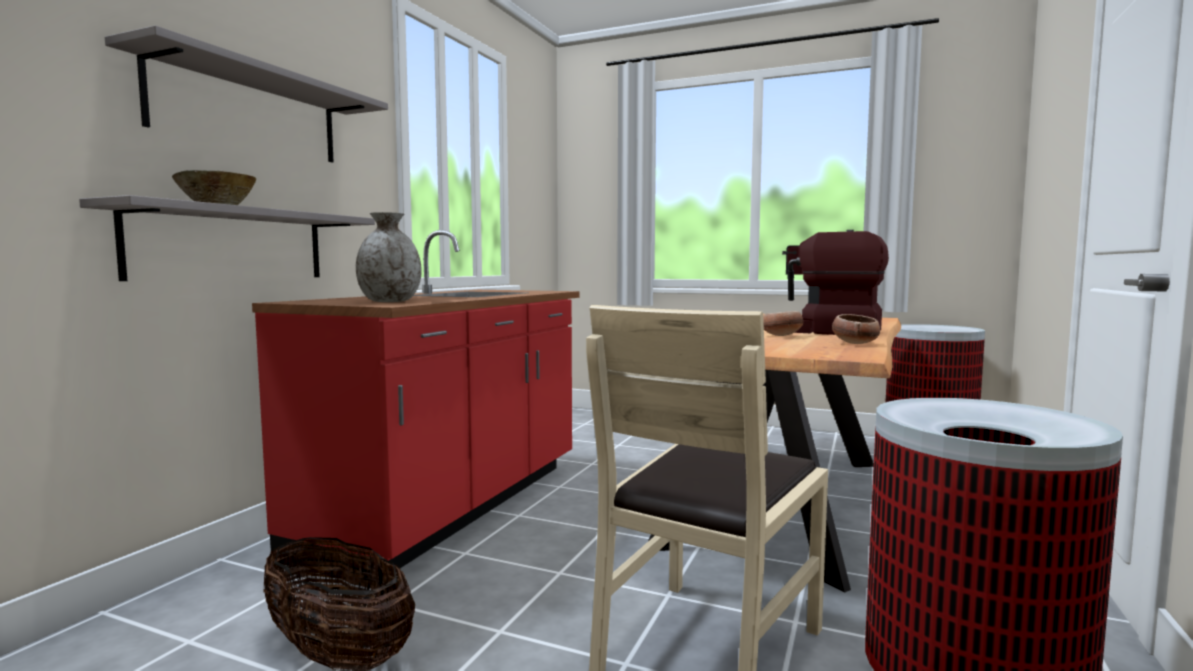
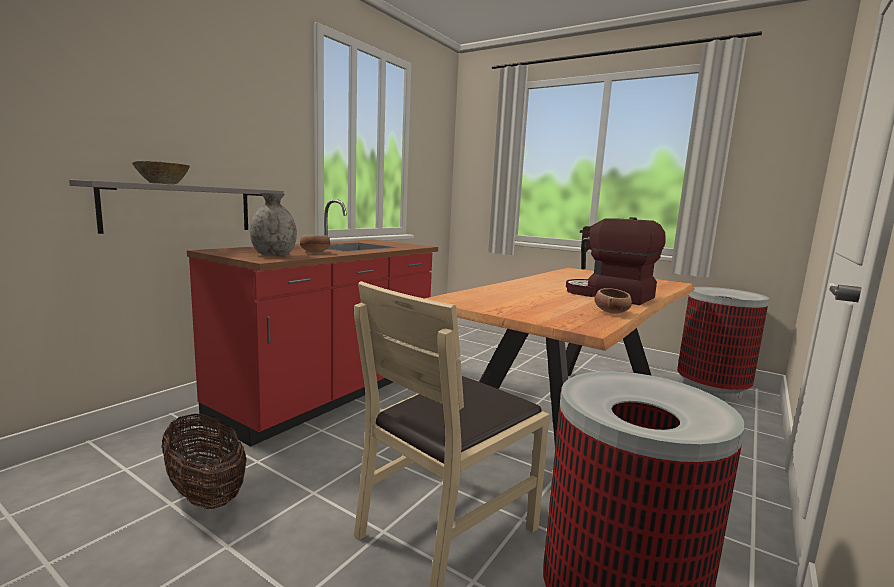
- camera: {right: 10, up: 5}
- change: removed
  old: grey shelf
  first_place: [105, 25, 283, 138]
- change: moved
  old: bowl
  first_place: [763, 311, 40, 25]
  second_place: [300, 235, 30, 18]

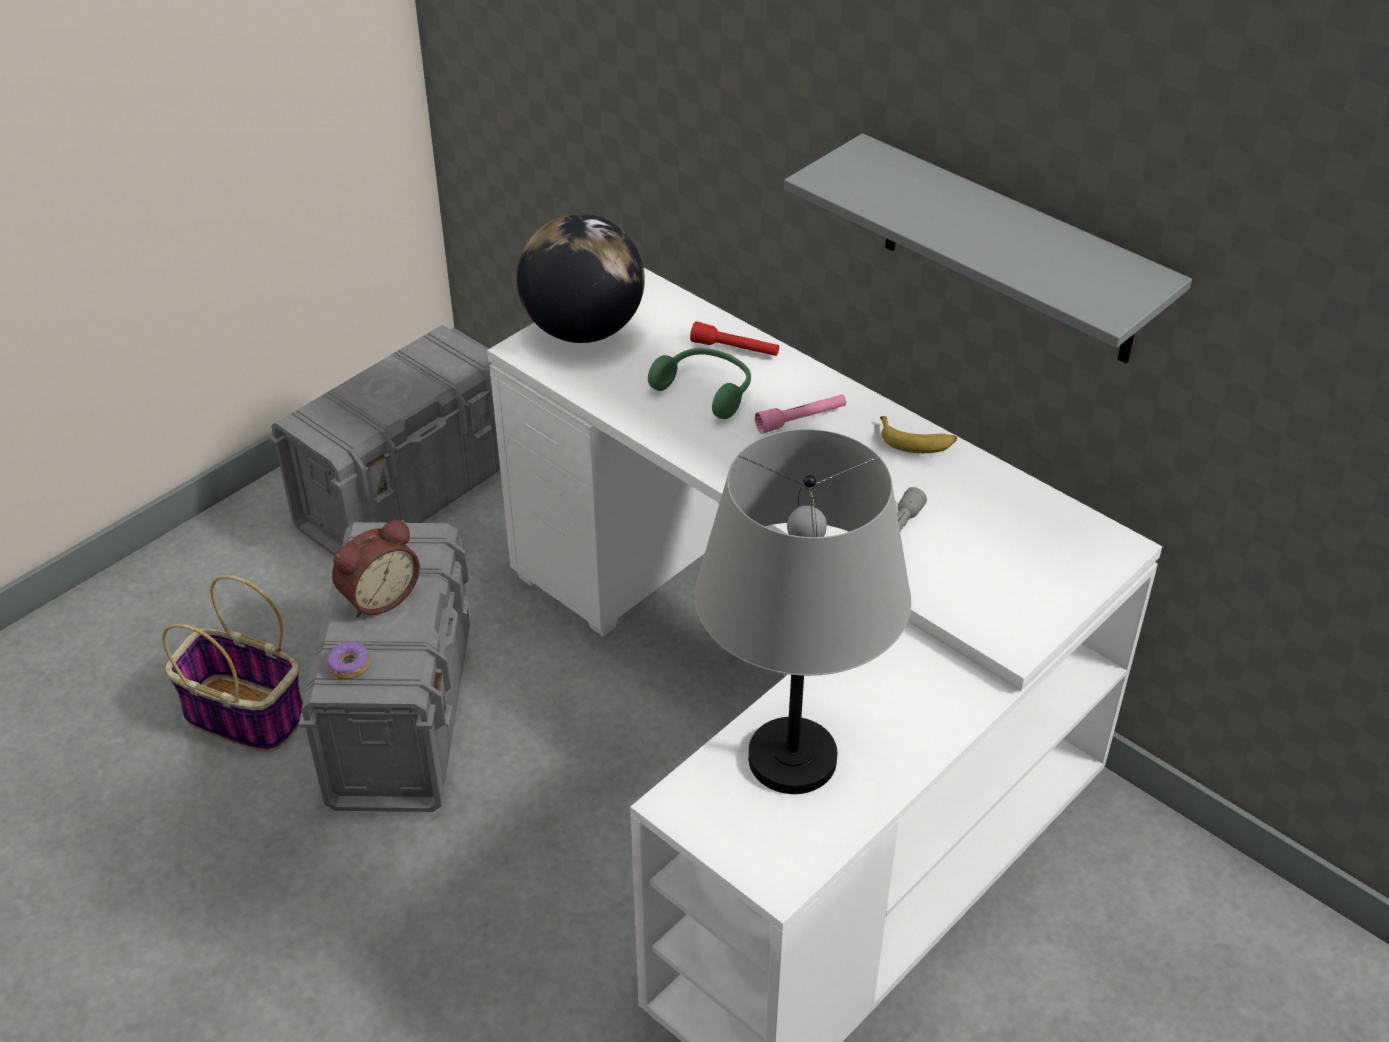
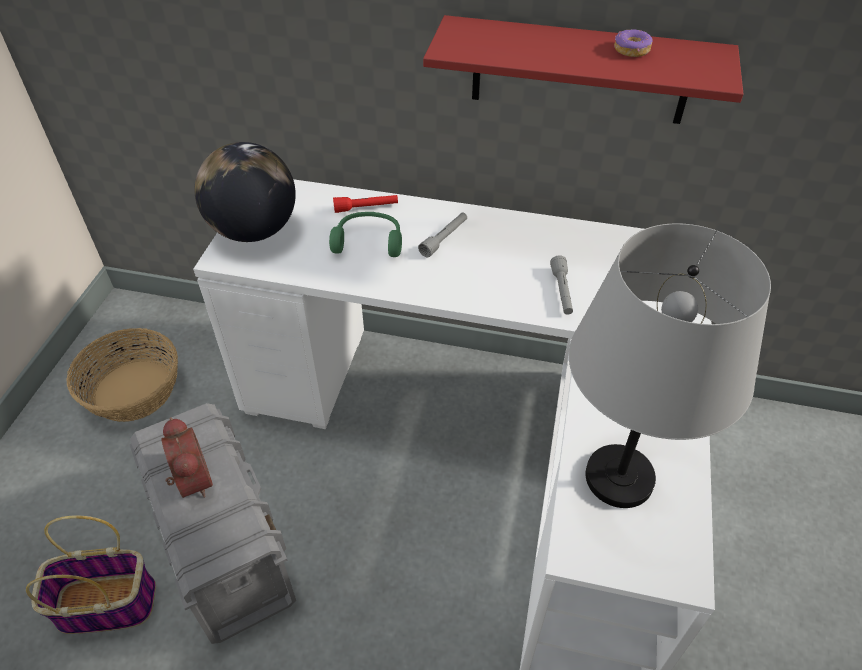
- camera: {right: -30, up: 5}
- change: removed
  old: banana
  first_place: [880, 416, 77, 37]
- change: moved
  old: donut
  first_place: [327, 641, 43, 38]
  second_place: [614, 29, 39, 28]
- change: replaced
  old: grey storage box
  new: basket
  first_place: [268, 325, 232, 230]
  second_place: [66, 328, 112, 94]
- change: recoloured
  old: pink flashlight
  new: grey flashlight
  first_place: [755, 394, 91, 40]
  second_place: [418, 213, 49, 44]
- change: recoloured
  old: grey shelf
  new: red shelf
  first_place: [784, 133, 408, 230]
  second_place: [423, 15, 320, 109]
- change: turned
  old: alarm clock
  first_place: [332, 520, 88, 98]
  second_place: [161, 417, 52, 81]
  degrees: -45

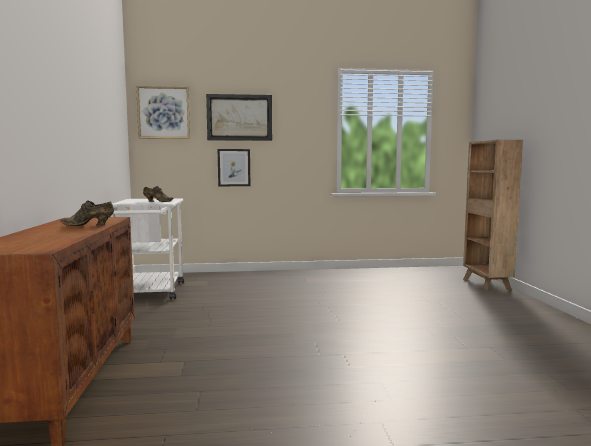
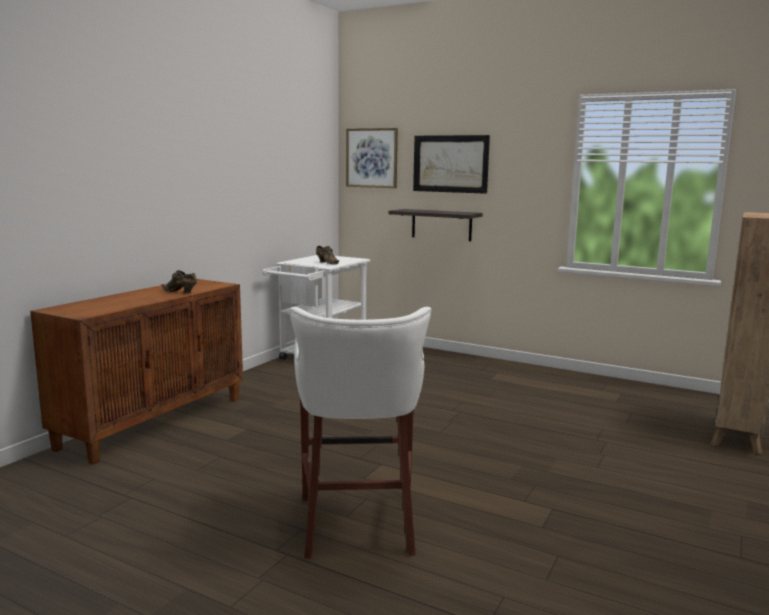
- camera: {right: 35, up: 5}
- change: added
  new: white stool
  second_place: [289, 307, 143, 252]
- change: replaced
  old: picture
  new: shelf
  first_place: [218, 149, 32, 37]
  second_place: [389, 209, 94, 32]

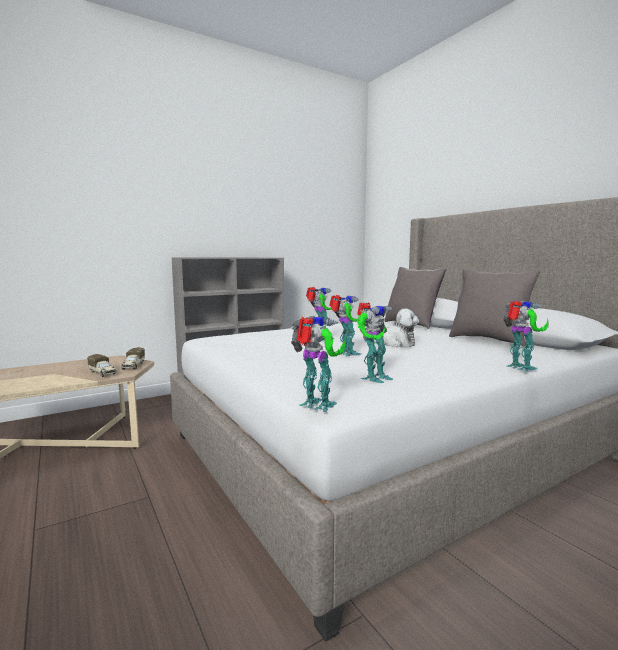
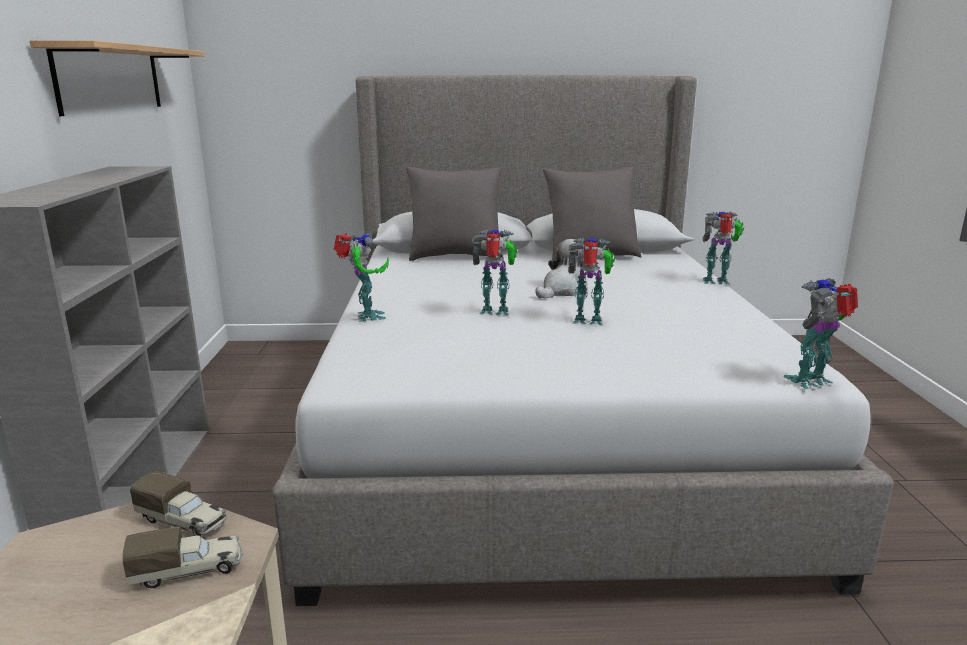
- camera: {right: -60, up: 10}
- change: added
  new: shelf
  second_place: [30, 40, 175, 76]
- change: moved
  old: toy robot
  first_place: [357, 302, 36, 81]
  second_place: [334, 233, 55, 89]

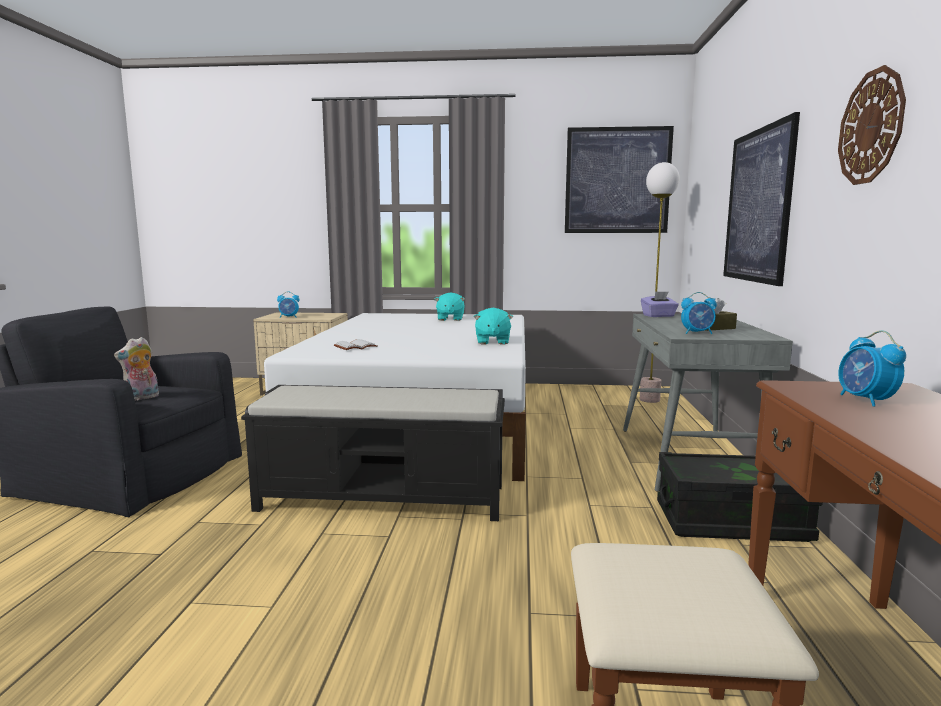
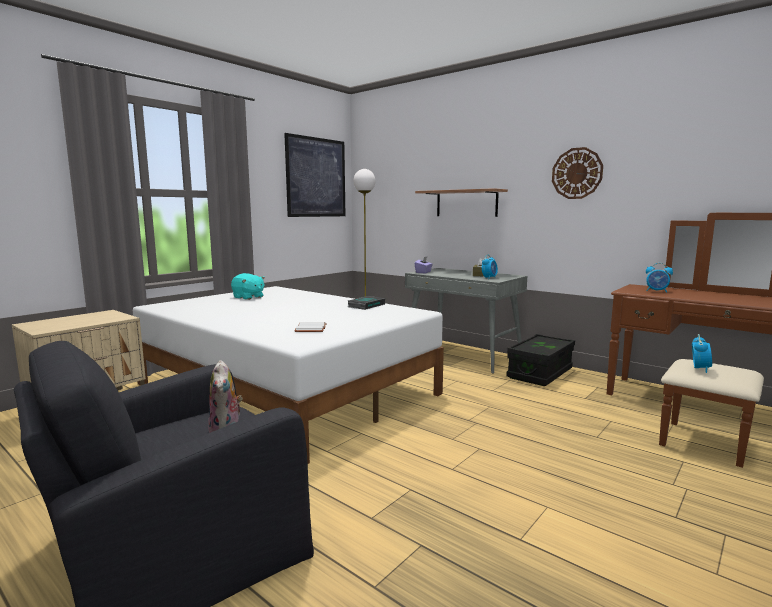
- camera: {right: -55, up: 0}
- change: removed
  old: black bench
  first_place: [241, 385, 264, 136]
- change: moved
  old: alarm clock
  first_place: [277, 292, 22, 26]
  second_place: [692, 334, 20, 39]
- change: replaced
  old: turquoise plush toy
  new: book
  first_place: [474, 308, 39, 37]
  second_place: [348, 296, 37, 14]
- change: replaced
  old: picture
  new: shelf
  first_place: [723, 112, 77, 174]
  second_place: [415, 188, 93, 29]

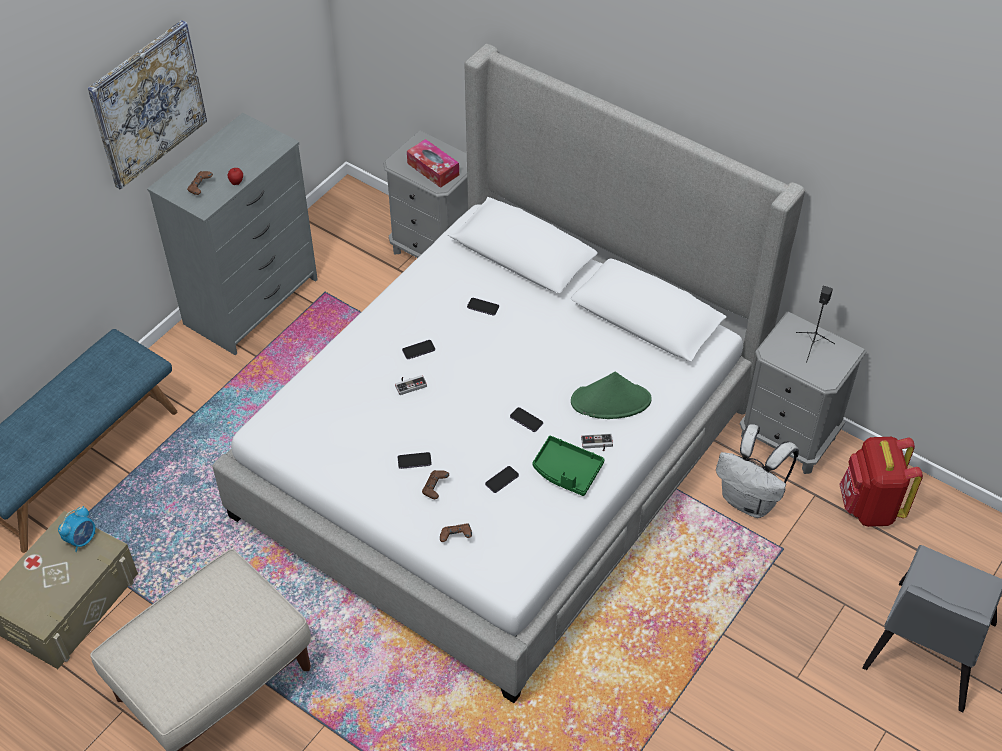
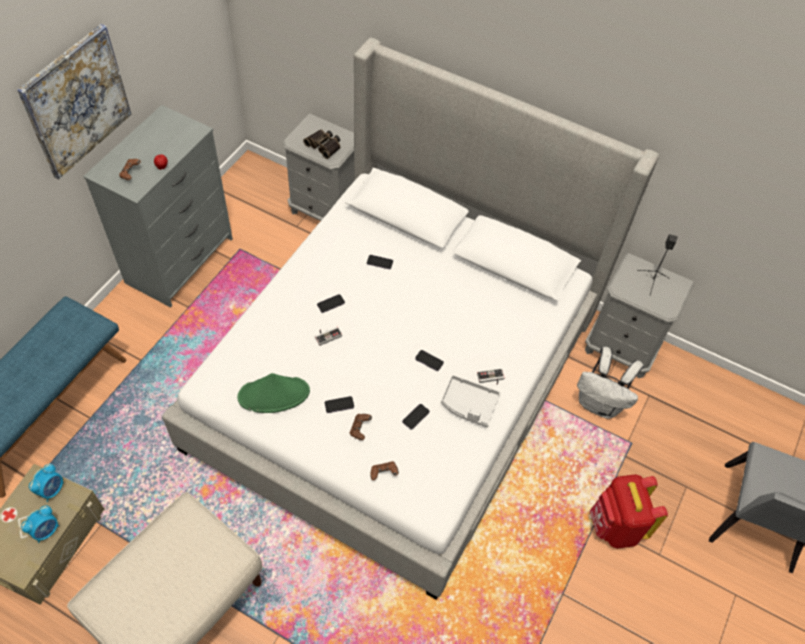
- camera: {right: -10, up: 5}
- change: added
  new: alarm clock
  second_place: [21, 505, 38, 38]
- change: moved
  old: green hat
  first_place: [571, 372, 81, 47]
  second_place: [237, 373, 73, 40]
- change: moved
  old: red backpack
  first_place: [839, 437, 84, 90]
  second_place: [590, 474, 78, 75]
- change: replaced
  old: tissue box
  new: binoculars
  first_place: [407, 139, 52, 49]
  second_place: [303, 130, 37, 29]
- change: recoloured
  old: green tray
  new: grey tray
  first_place: [533, 436, 72, 60]
  second_place: [441, 375, 60, 52]

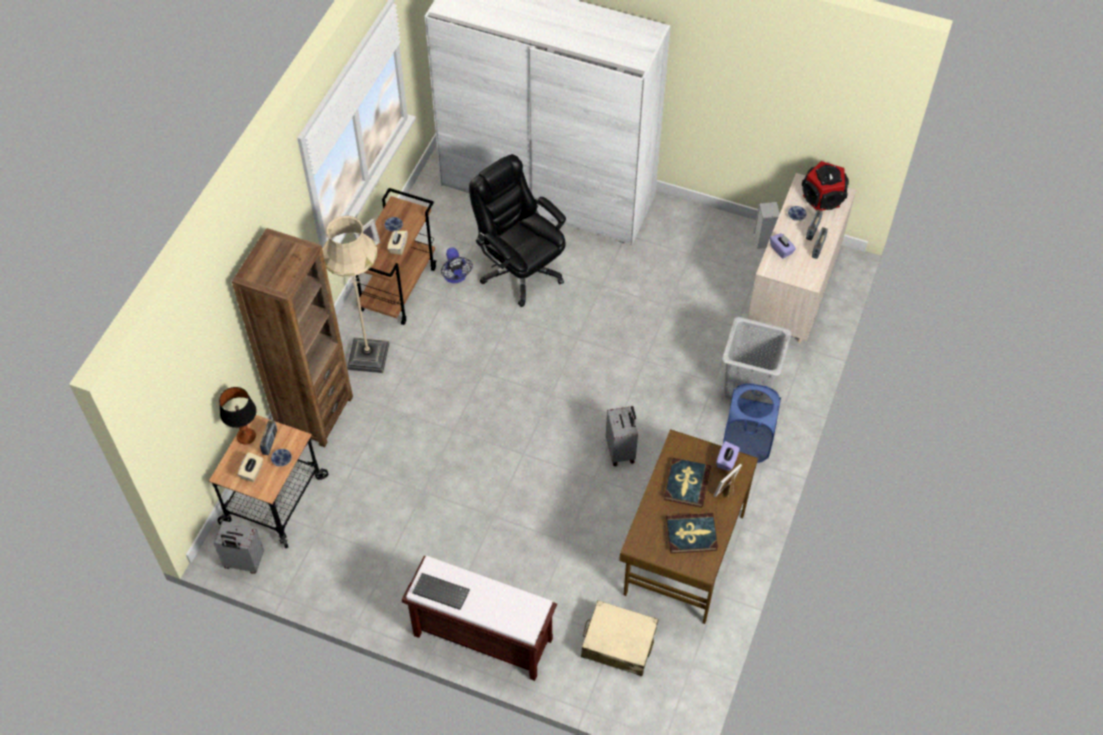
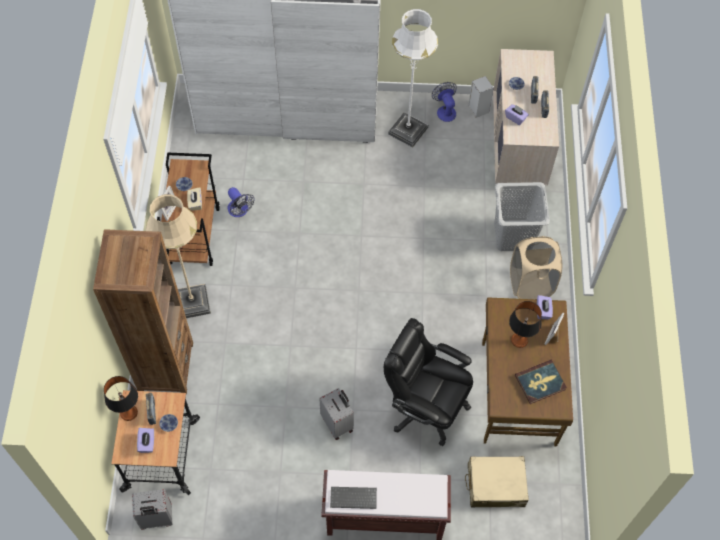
- camera: {right: -20, up: 5}
- change: removed
  old: speaker
  first_place: [802, 161, 47, 50]
- change: added
  new: white floor lamp
  second_place: [388, 9, 50, 138]
- change: added
  new: fan
  second_place: [432, 82, 25, 40]
- change: moved
  old: black office chair
  first_place: [469, 154, 97, 153]
  second_place: [384, 318, 89, 128]
- change: moved
  old: grey suitcase
  first_place: [606, 406, 32, 60]
  second_place: [319, 388, 35, 52]
- change: replaced
  old: book
  new: table lamp
  first_place: [664, 458, 47, 49]
  second_place: [509, 301, 33, 47]
- change: recoloured
  old: beige tissue box
  new: purple tissue box
  first_place: [237, 452, 26, 30]
  second_place: [137, 428, 17, 25]
- change: recoloured
  old: blue laundry basket
  new: beige laundry basket
  first_place: [723, 383, 58, 80]
  second_place: [510, 236, 52, 63]

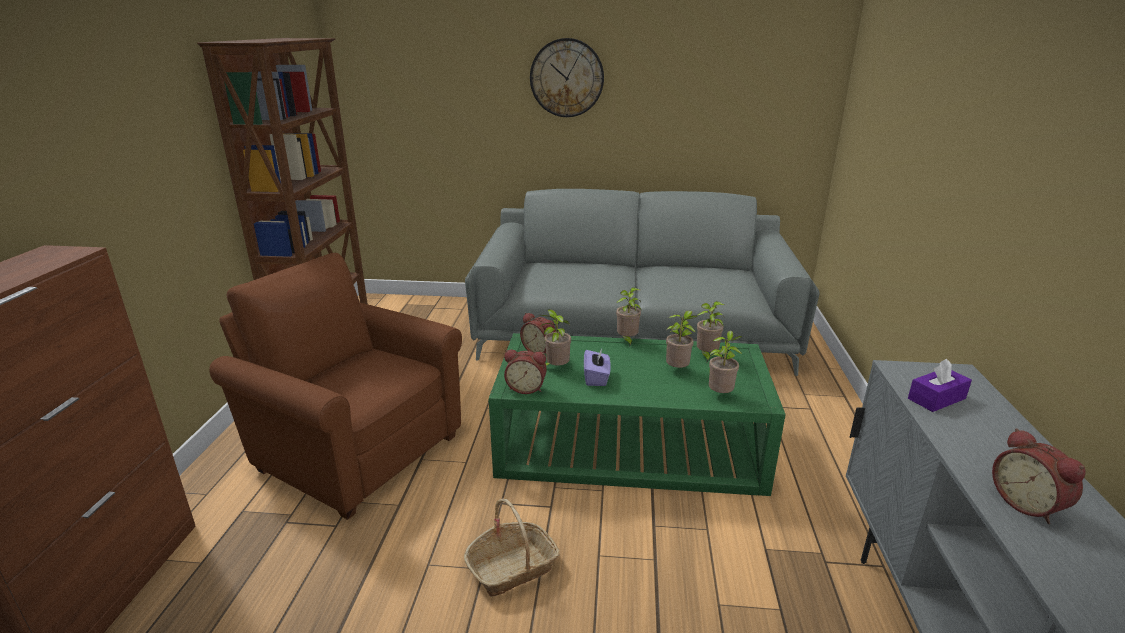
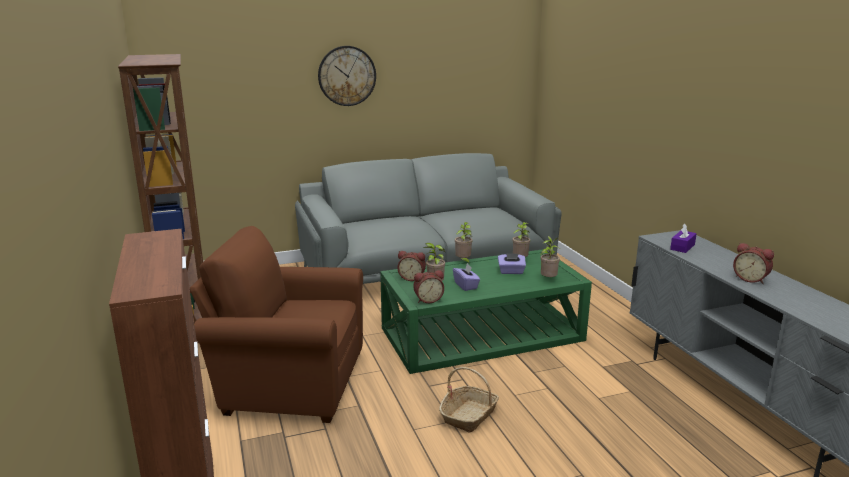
- camera: {right: -25, up: -5}
- change: replaced
  old: potted plant
  new: purple tissue box
  first_place: [666, 310, 31, 58]
  second_place: [498, 253, 28, 21]

